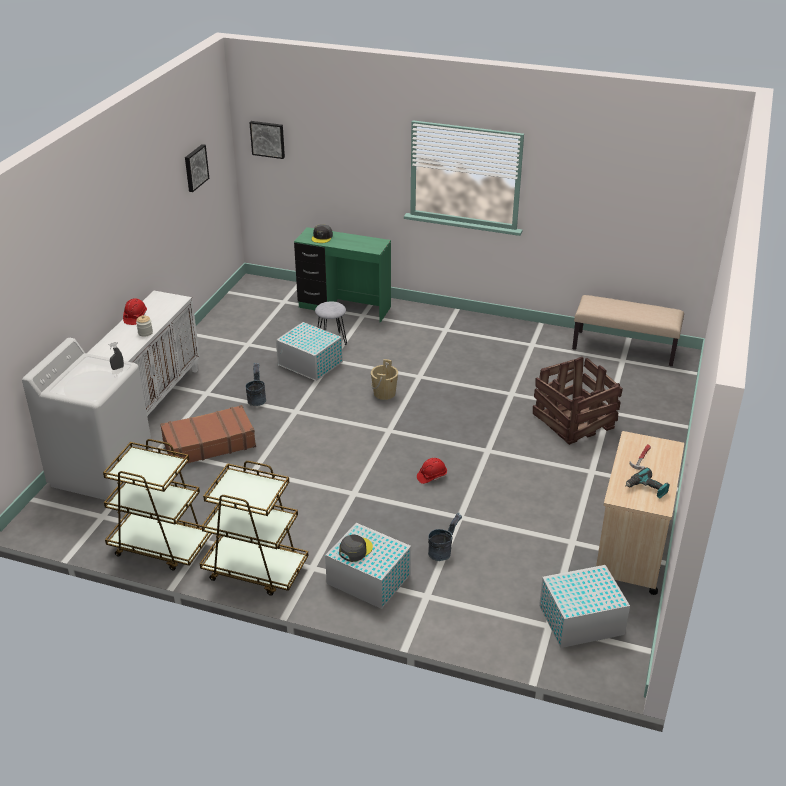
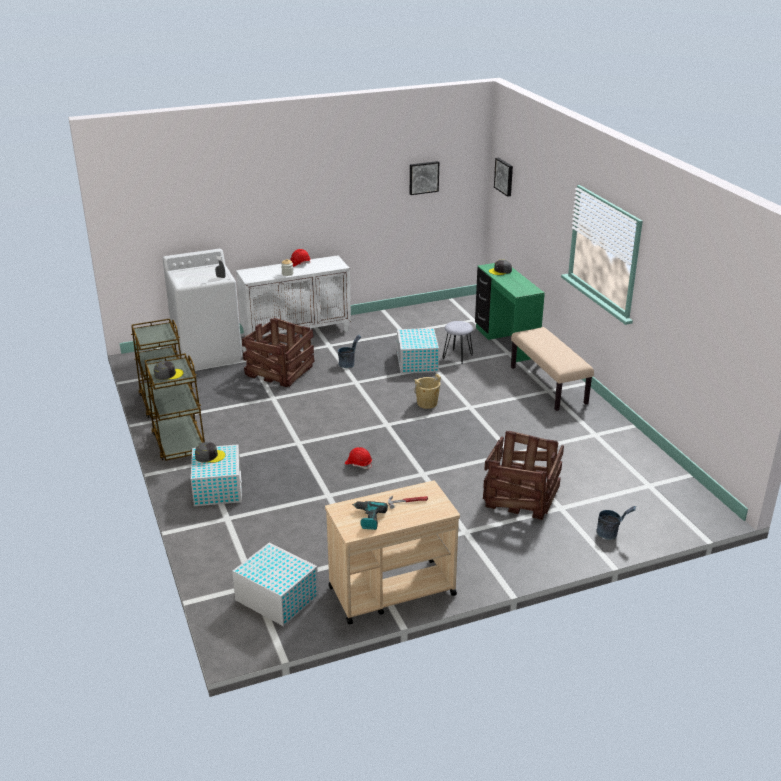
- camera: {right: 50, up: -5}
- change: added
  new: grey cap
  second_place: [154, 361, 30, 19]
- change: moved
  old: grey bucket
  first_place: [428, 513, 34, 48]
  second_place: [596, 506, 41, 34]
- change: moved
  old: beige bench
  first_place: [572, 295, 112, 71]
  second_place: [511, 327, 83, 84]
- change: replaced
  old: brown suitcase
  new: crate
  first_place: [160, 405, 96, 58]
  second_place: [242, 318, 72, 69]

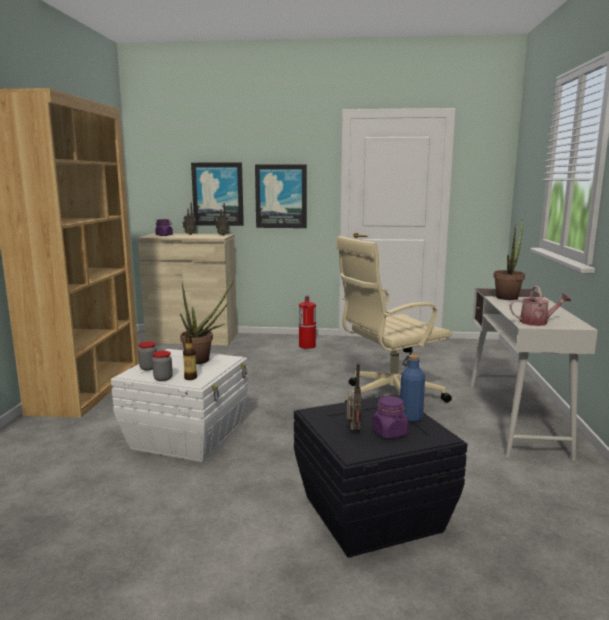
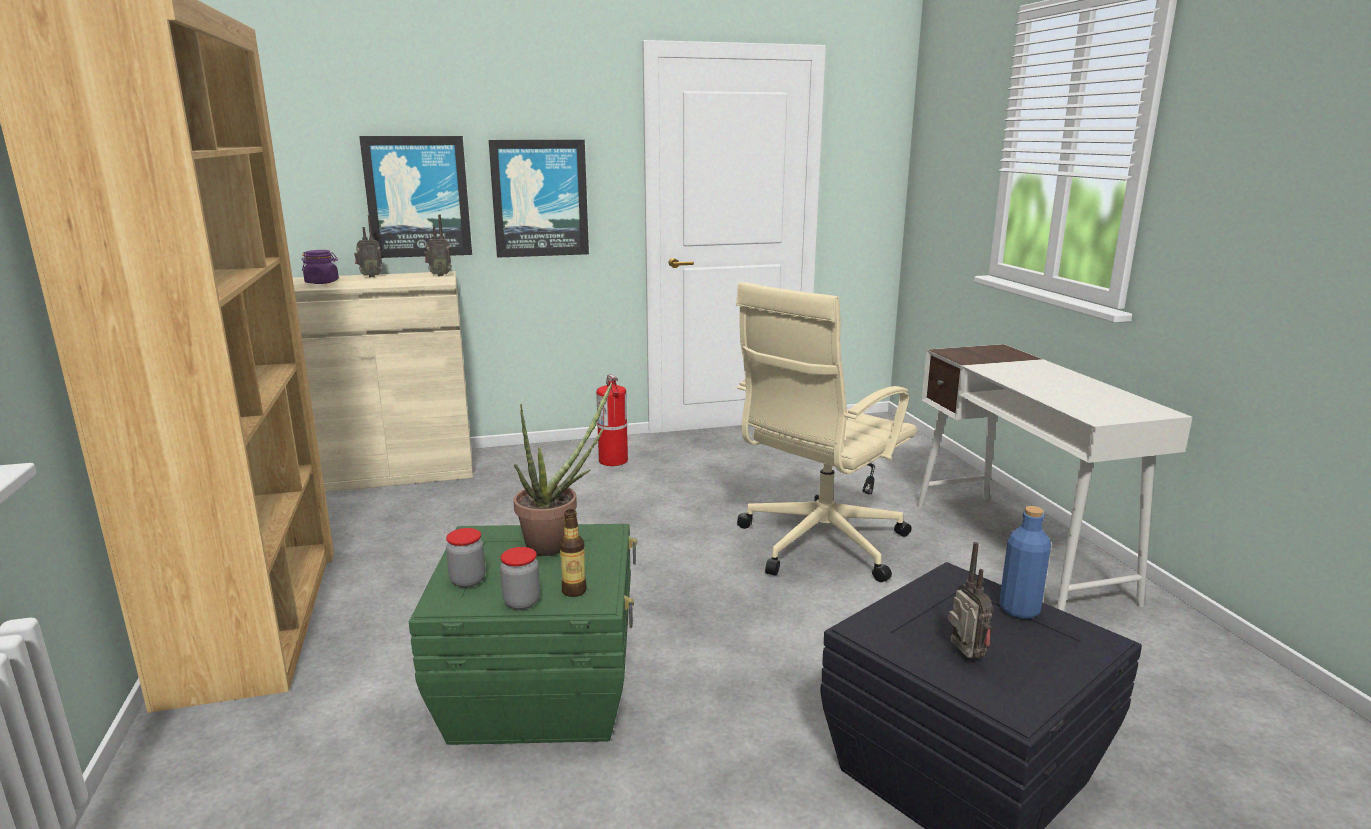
- camera: {right: -20, up: 5}
- change: removed
  old: purple jar
  first_place: [372, 396, 37, 43]
- change: removed
  old: potted plant
  first_place: [493, 220, 32, 80]
- change: removed
  old: watering can
  first_place: [510, 286, 61, 40]
- change: recoloured
  old: white storage box
  new: green storage box
  first_place: [111, 349, 137, 113]
  second_place: [409, 524, 228, 221]

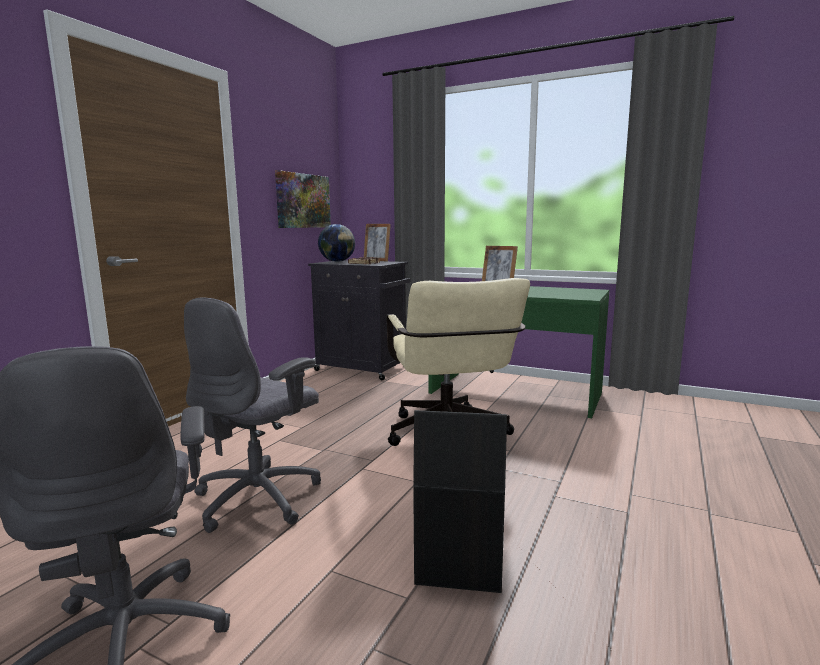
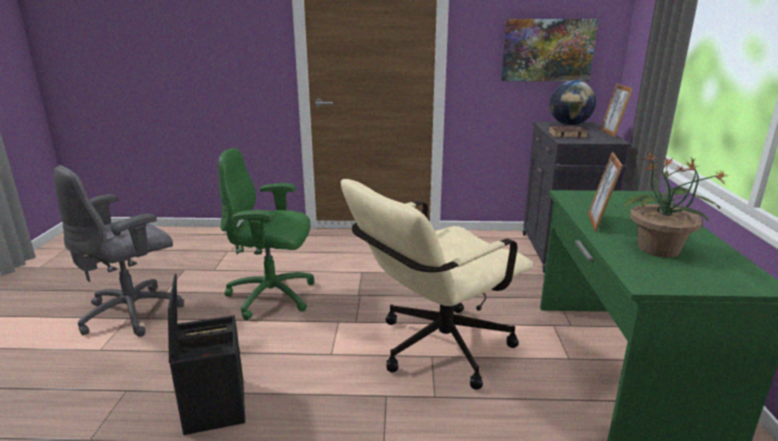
- camera: {right: 65, up: 10}
- change: added
  new: potted plant
  second_place: [623, 153, 105, 104]
- change: recoloured
  old: grey office chair
  new: green office chair
  first_place: [184, 297, 137, 236]
  second_place: [218, 148, 97, 172]

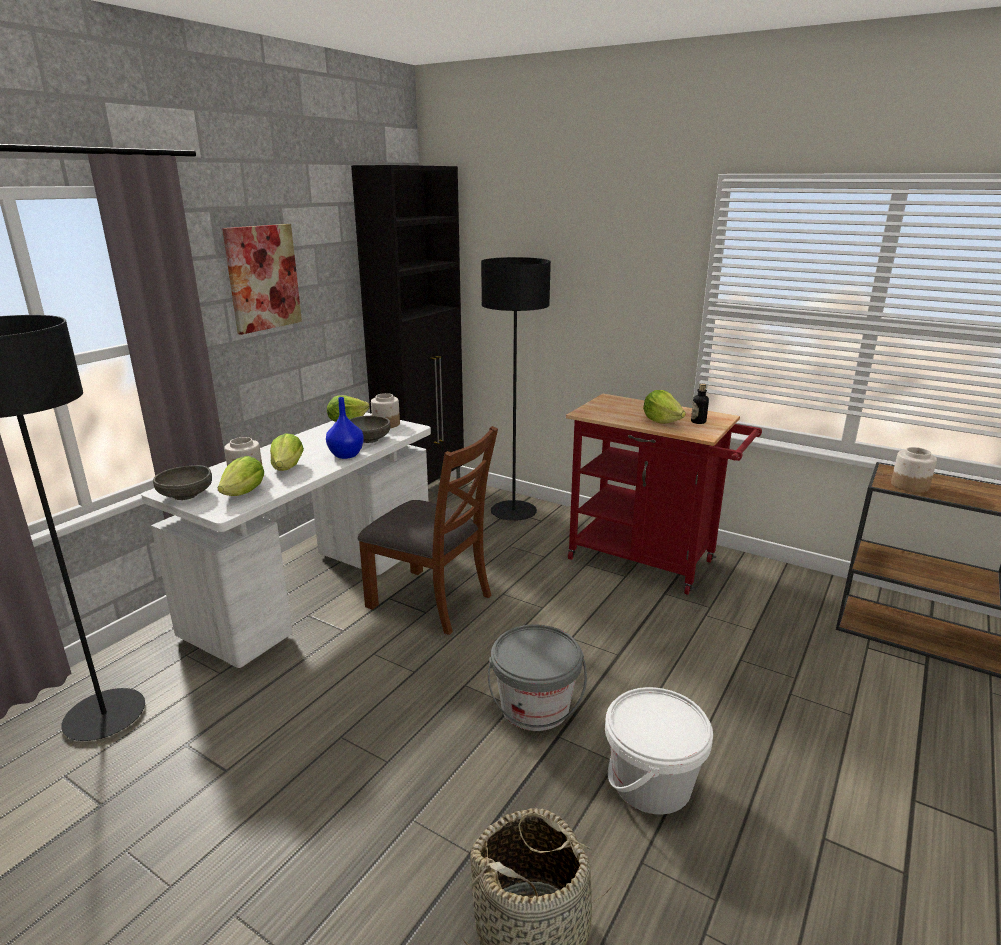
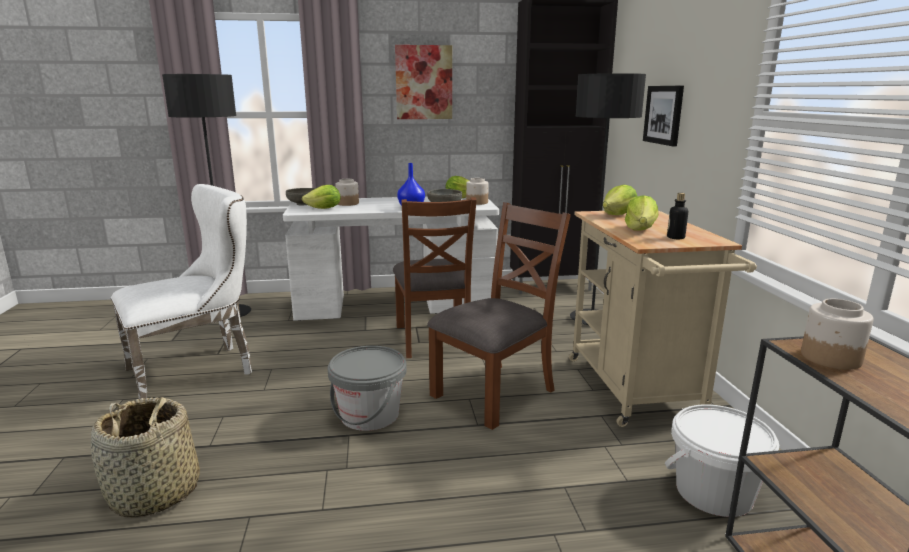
- camera: {right: 50, up: -5}
- change: added
  new: white chair
  second_place: [111, 184, 141, 215]
- change: added
  new: brown chair
  second_place: [427, 202, 144, 228]
- change: added
  new: picture
  second_place: [643, 86, 41, 60]
- change: moved
  old: lettuce
  first_place: [270, 433, 34, 38]
  second_place: [603, 185, 34, 30]
- change: moved
  old: white bucket
  first_place: [605, 687, 108, 127]
  second_place: [665, 404, 114, 113]
- change: recoloured
  old: red cart
  new: beige cart
  first_place: [566, 394, 196, 201]
  second_place: [569, 210, 188, 217]

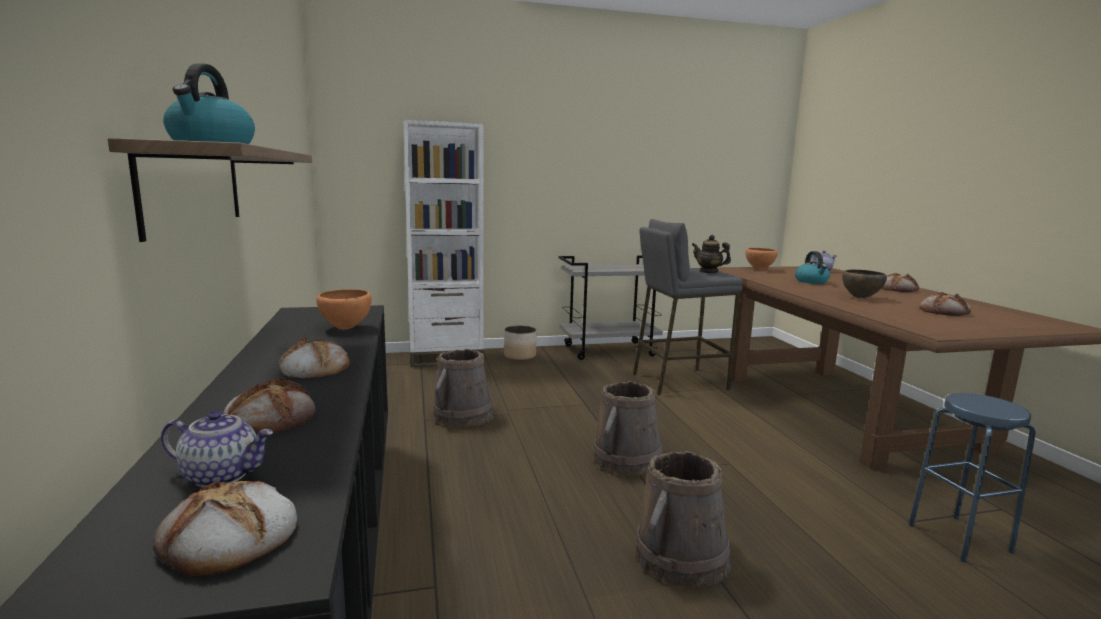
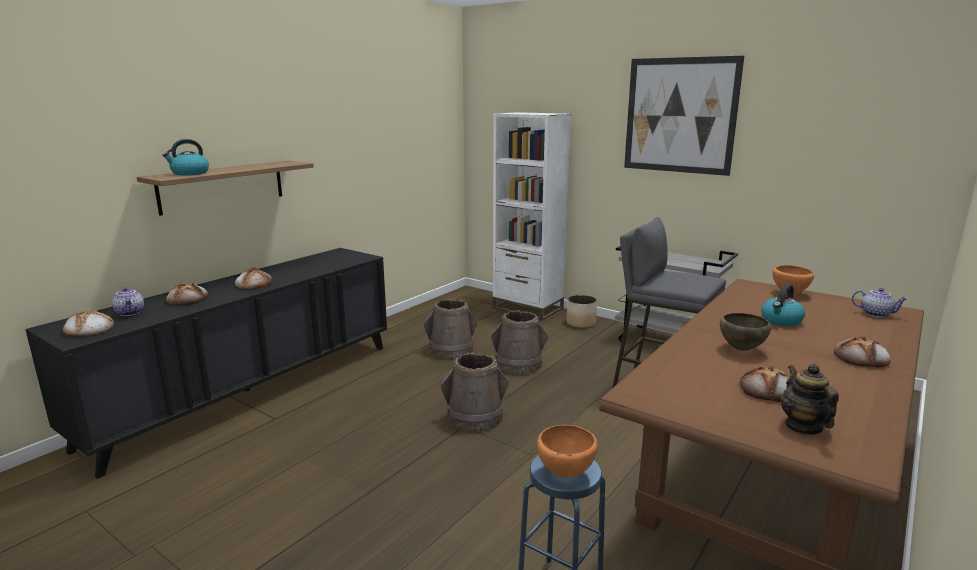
- camera: {right: 50, up: 5}
- change: added
  new: picture
  second_place: [624, 56, 120, 120]
- change: moved
  old: orange bowl
  first_place: [316, 289, 56, 40]
  second_place: [537, 425, 61, 53]
- change: moved
  old: brown bucket
  first_place: [636, 451, 95, 137]
  second_place: [491, 310, 58, 65]
- change: moved
  old: teapot
  first_place: [692, 235, 39, 38]
  second_place: [781, 363, 58, 72]

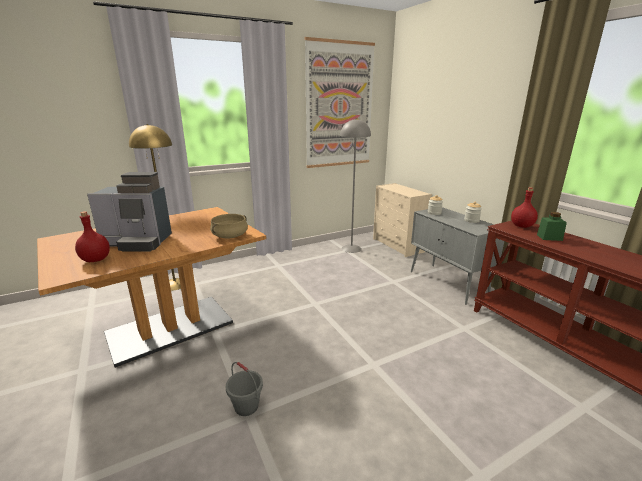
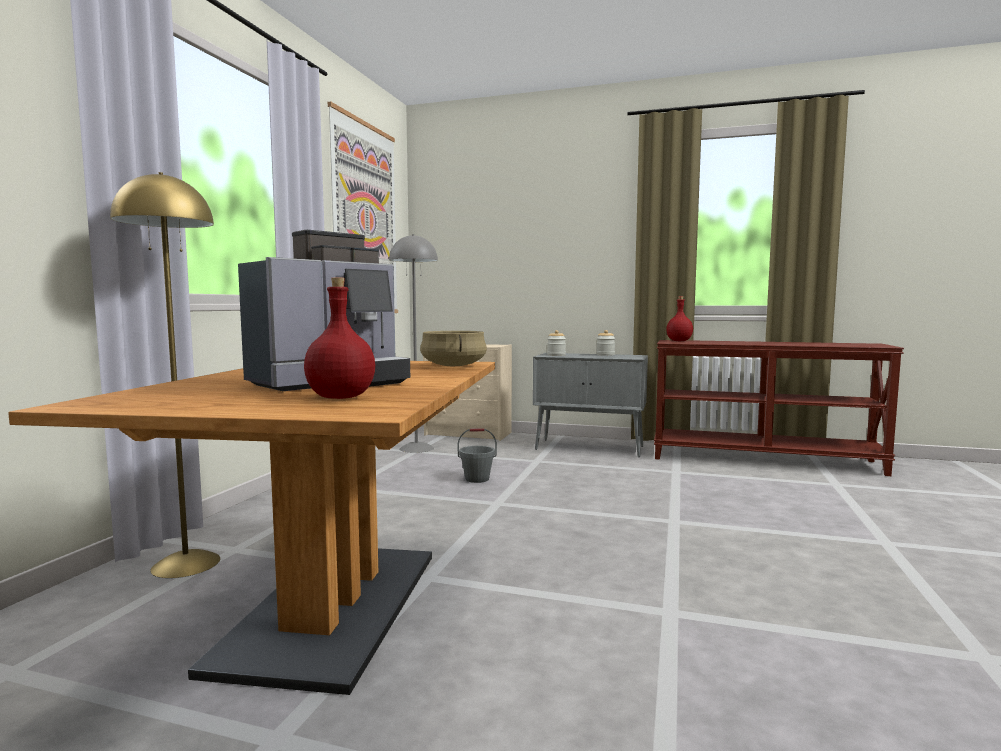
- camera: {right: -45, up: -15}
- change: removed
  old: green jar
  first_place: [537, 212, 30, 29]
- change: moved
  old: grey bucket
  first_place: [226, 362, 37, 54]
  second_place: [458, 428, 39, 55]

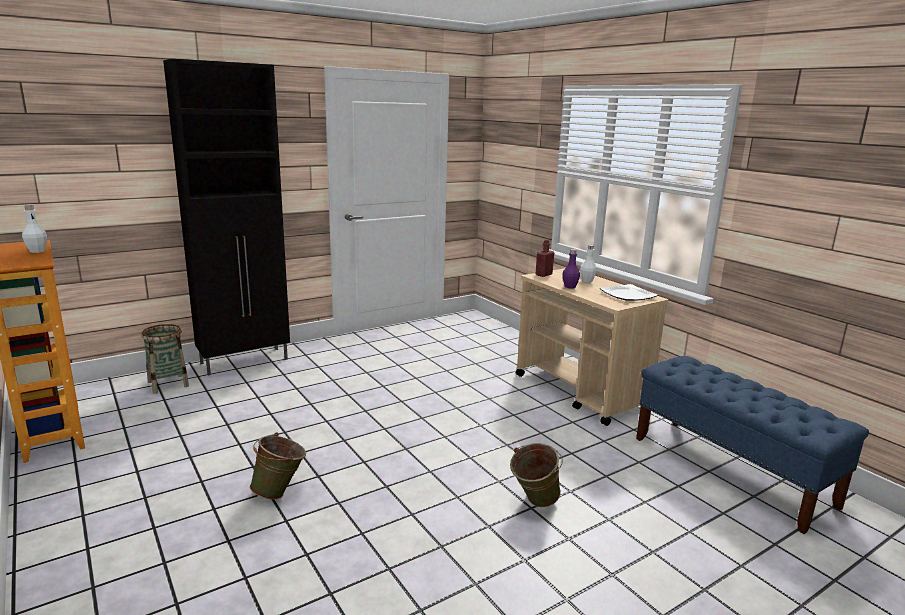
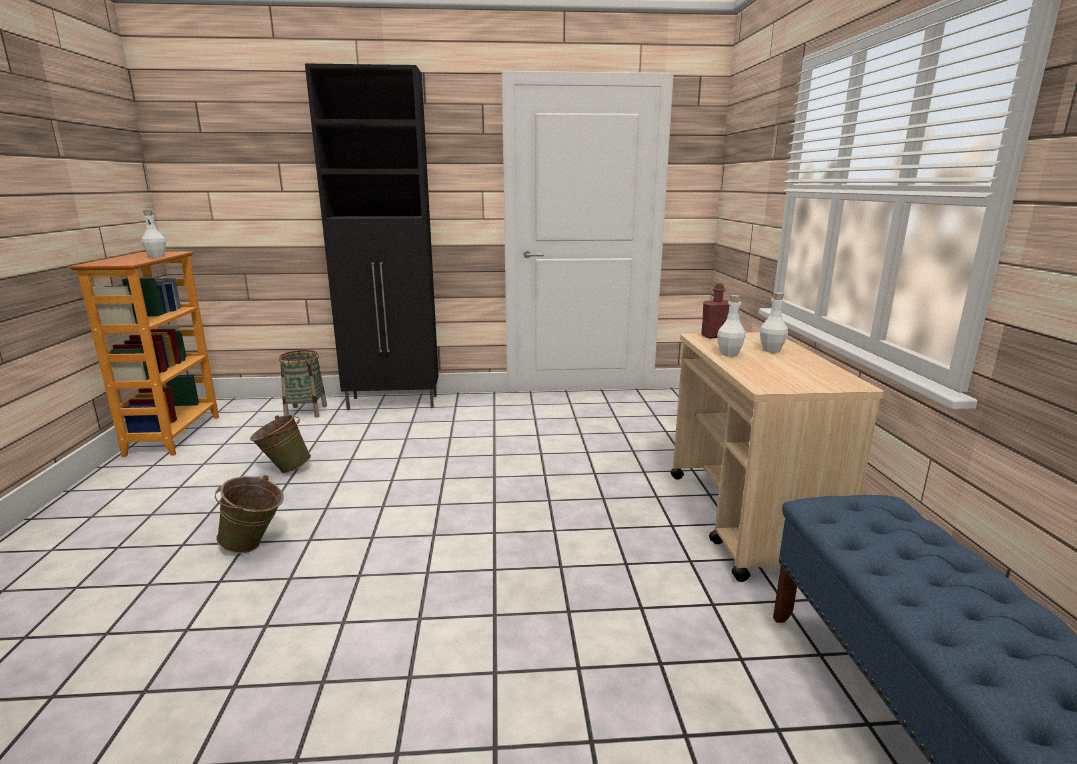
- camera: {right: 30, up: 0}
- change: removed
  old: plate
  first_place: [600, 284, 58, 17]
- change: moved
  old: green bucket
  first_place: [510, 443, 53, 64]
  second_place: [250, 414, 61, 60]
- change: recoloured
  old: purple bottle
  new: white bottle
  first_place: [562, 249, 18, 40]
  second_place: [717, 295, 29, 62]

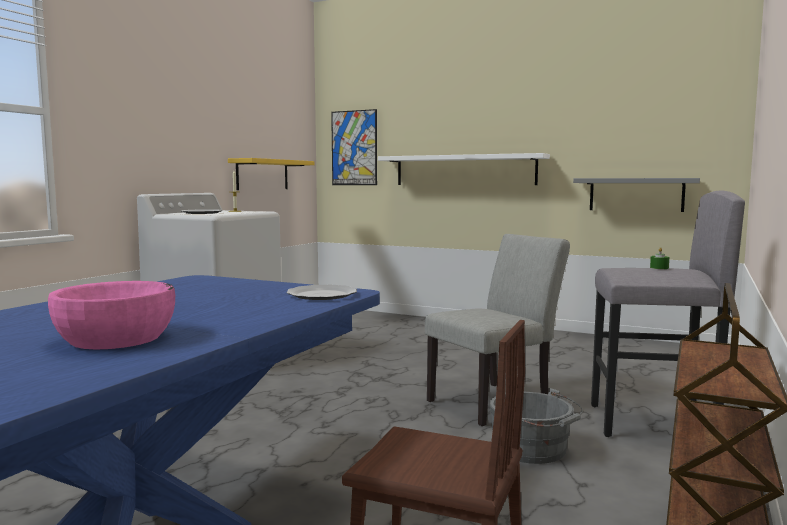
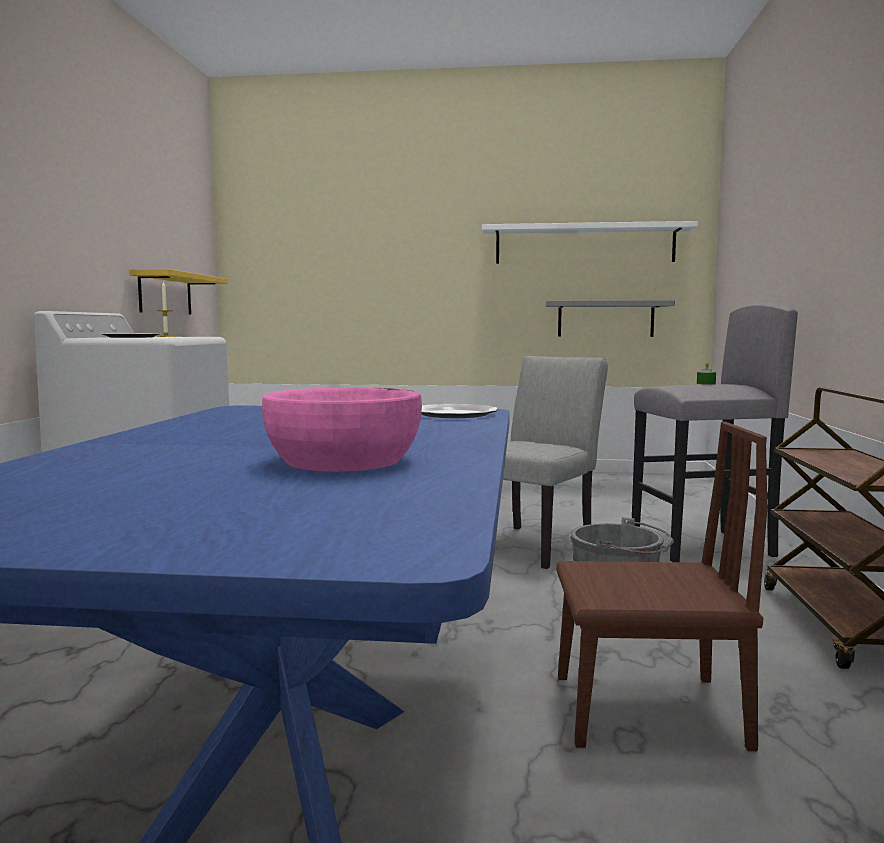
- camera: {right: -20, up: 0}
- change: removed
  old: picture
  first_place: [331, 109, 46, 76]
- change: moved
  old: white shelf
  first_place: [378, 153, 172, 32]
  second_place: [482, 221, 216, 43]

